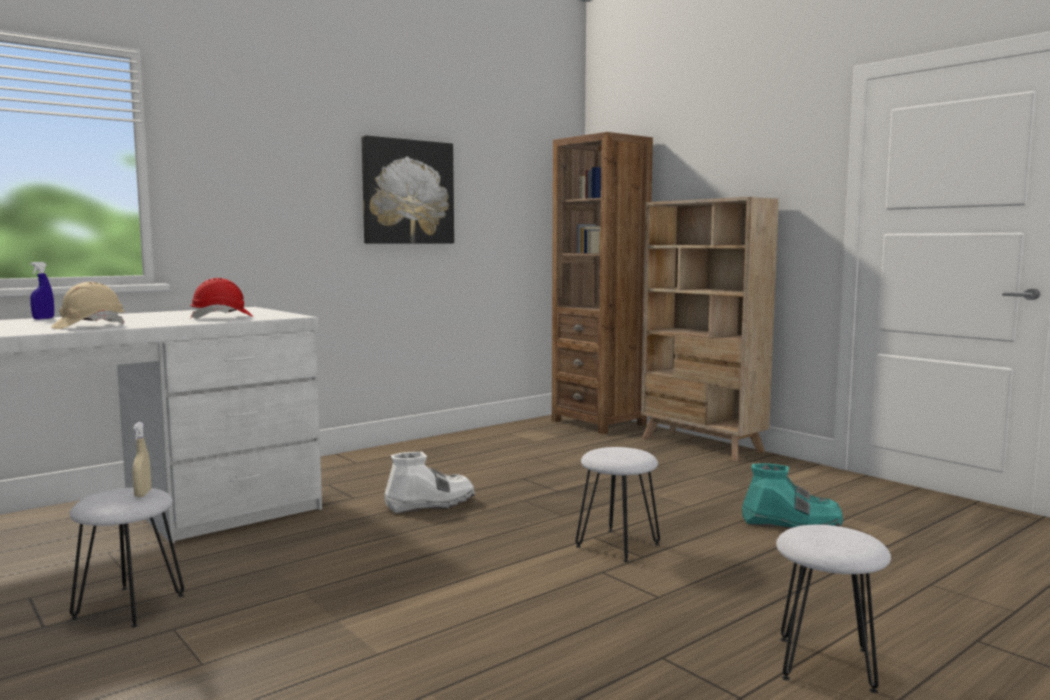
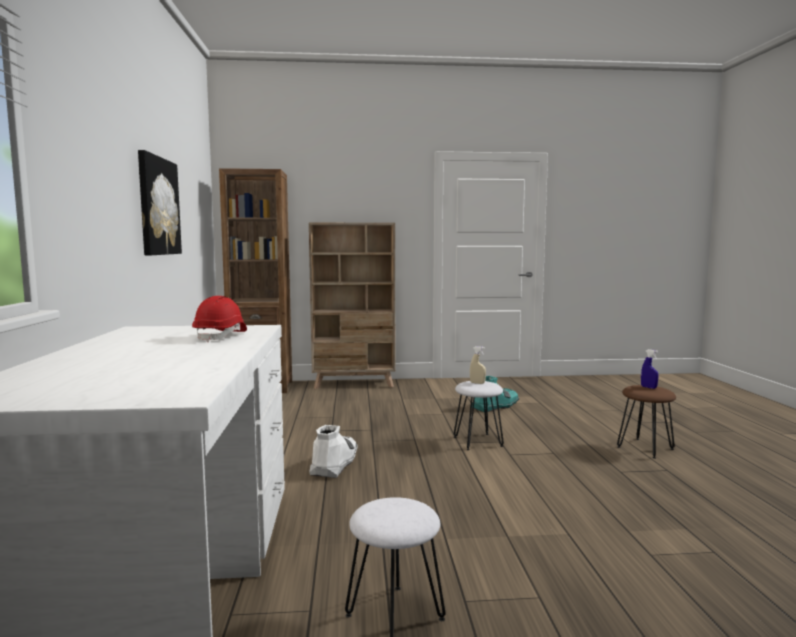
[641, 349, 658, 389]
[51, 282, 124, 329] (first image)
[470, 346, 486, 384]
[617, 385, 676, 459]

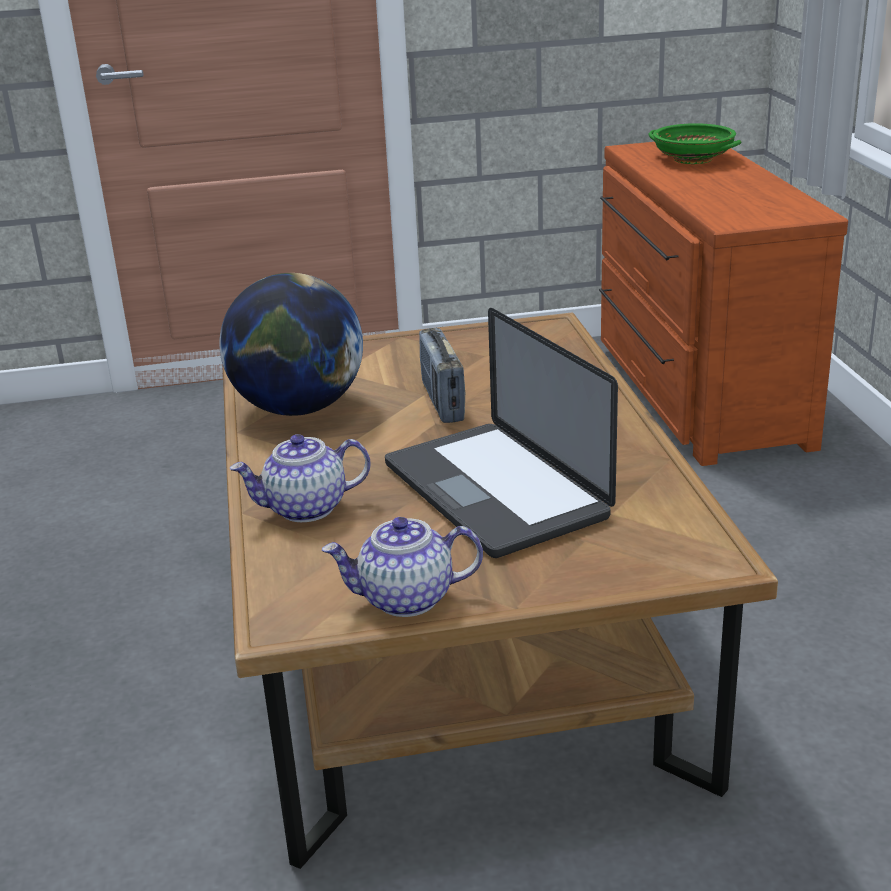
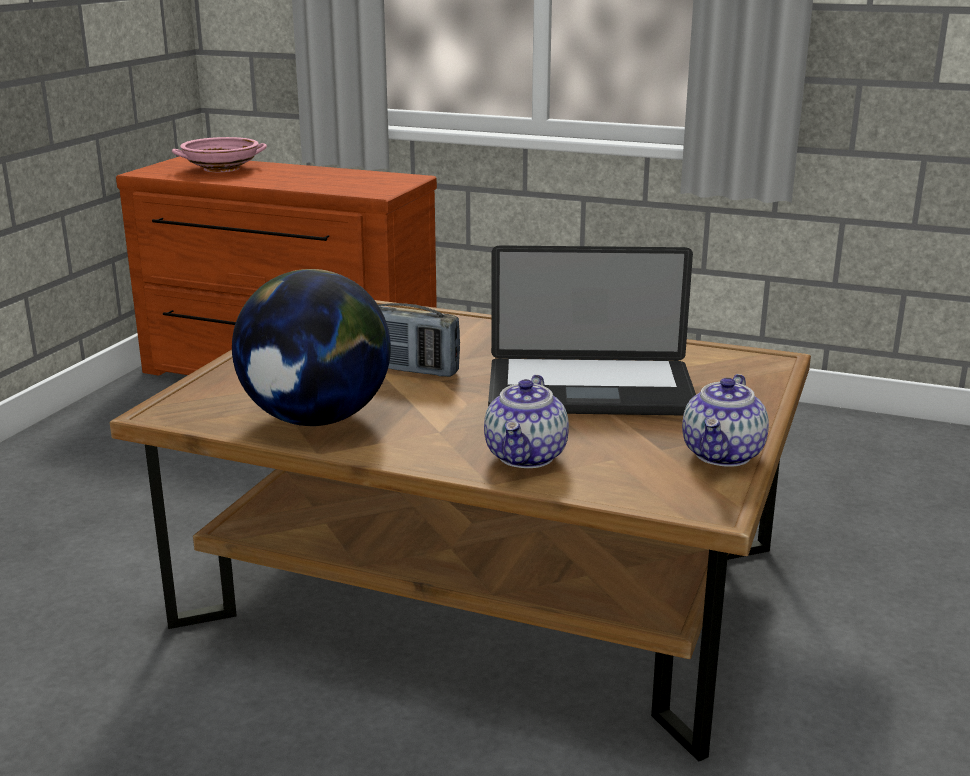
[172, 137, 267, 172]

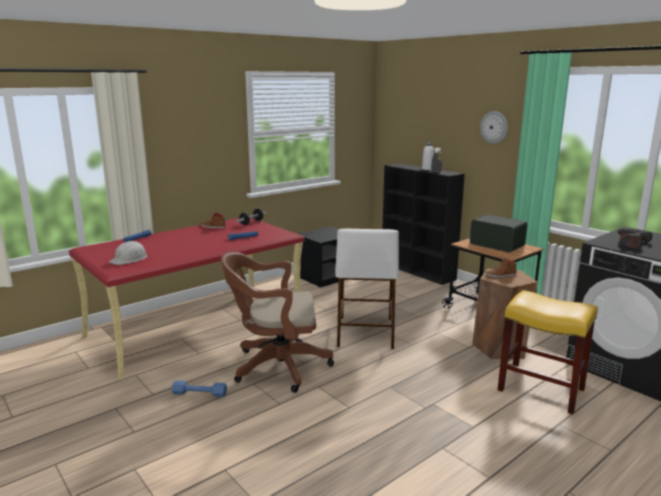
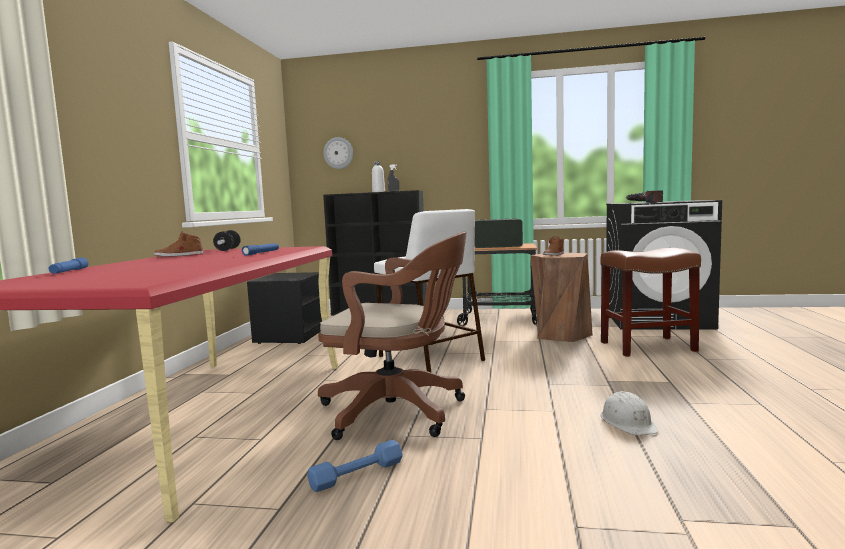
[323, 137, 353, 169]
[601, 391, 658, 435]
[318, 232, 467, 440]
[600, 248, 701, 357]

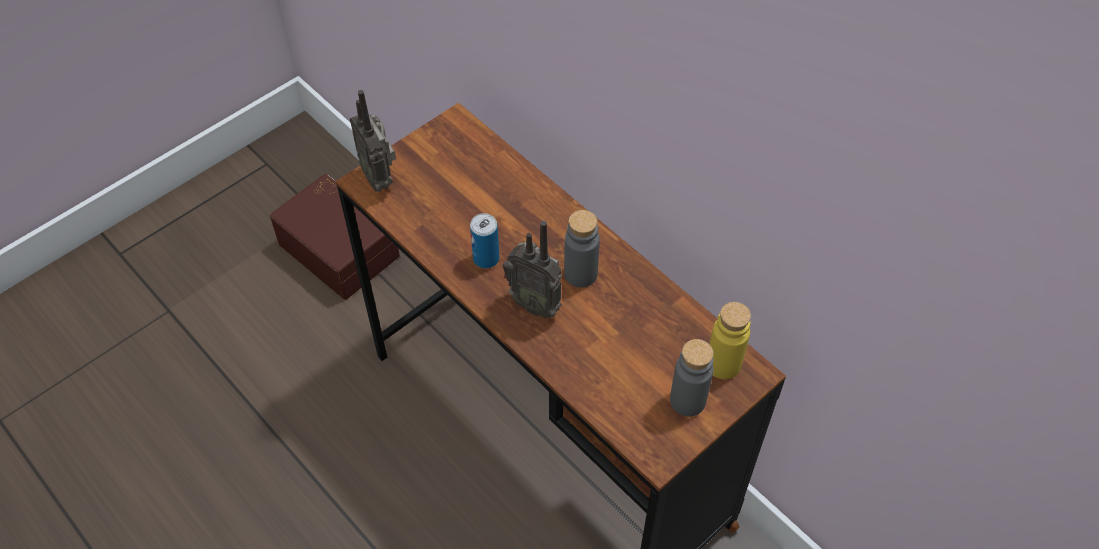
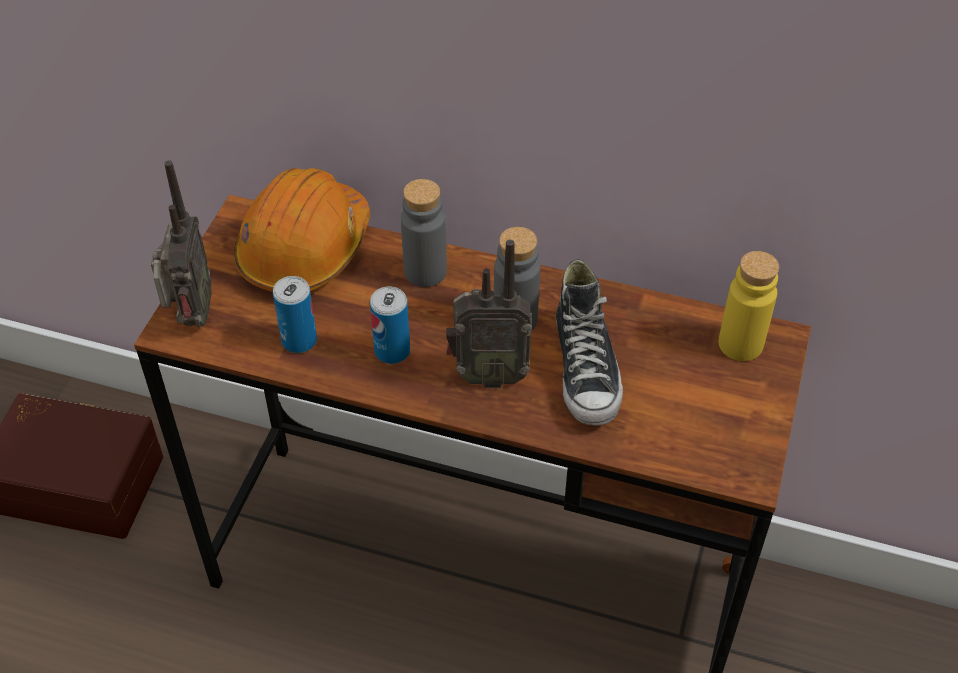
[151, 161, 211, 327]
[401, 179, 447, 287]
[234, 168, 370, 292]
[556, 259, 623, 426]
[273, 276, 317, 353]

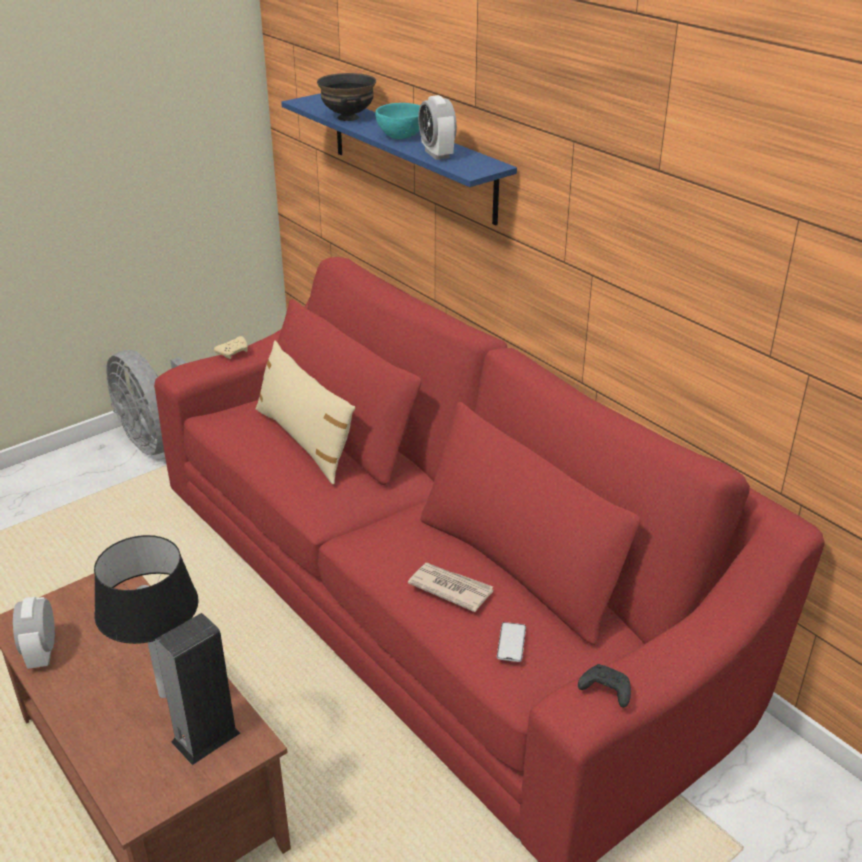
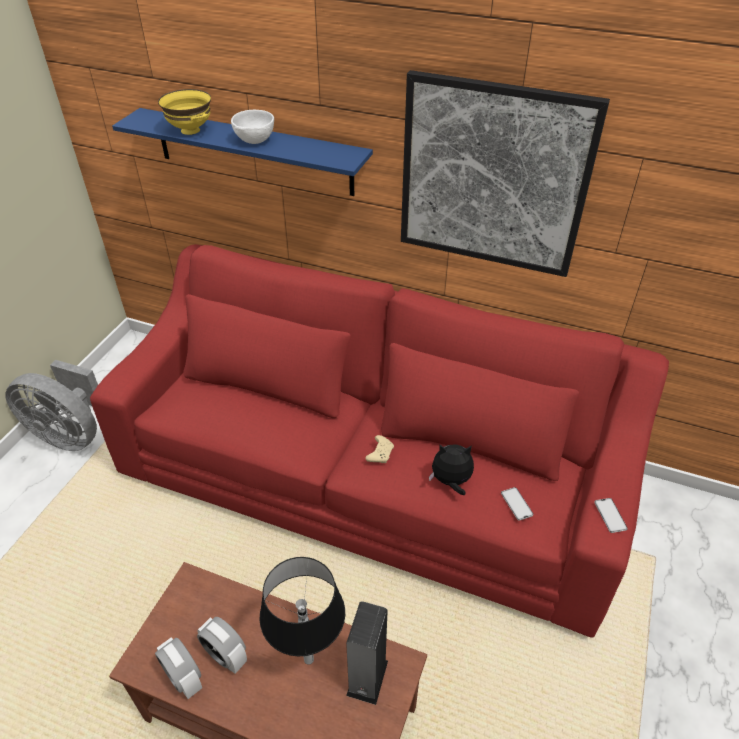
[158, 89, 211, 135]
[197, 617, 247, 674]
[231, 110, 274, 144]
[365, 435, 394, 463]
[256, 340, 355, 484] (first image)
[429, 444, 474, 495]
[594, 498, 628, 533]
[401, 70, 610, 277]

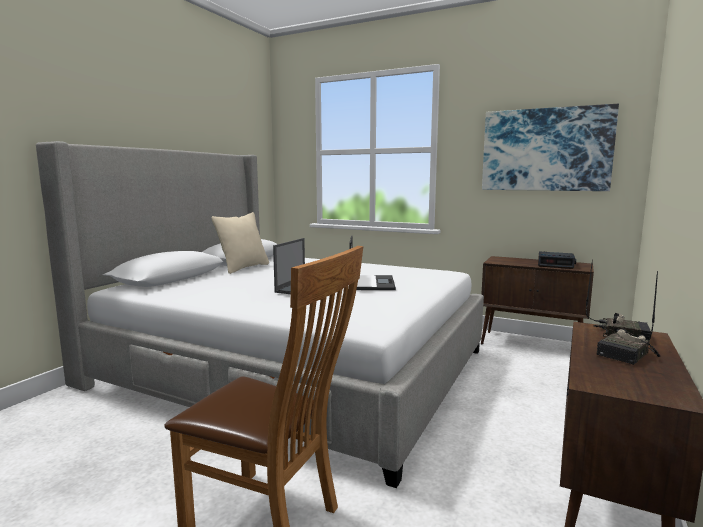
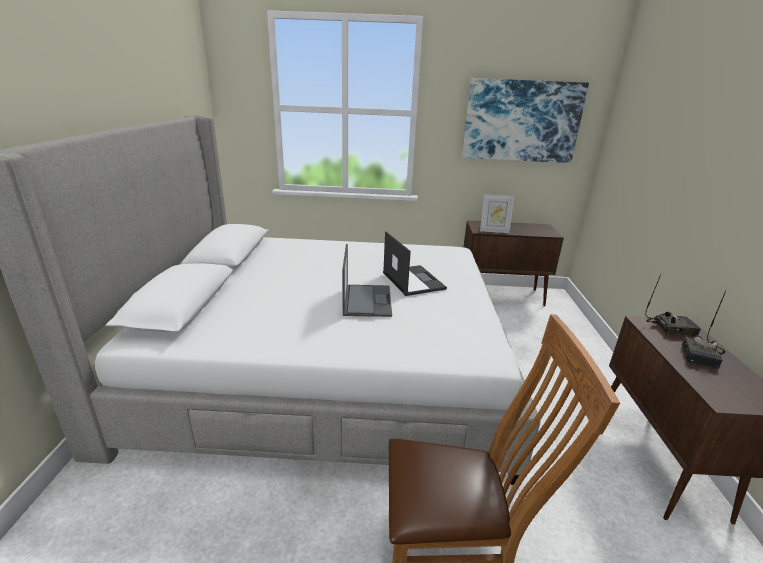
[211, 212, 269, 274] (first image)
[538, 251, 576, 269] (first image)
[480, 194, 514, 233]

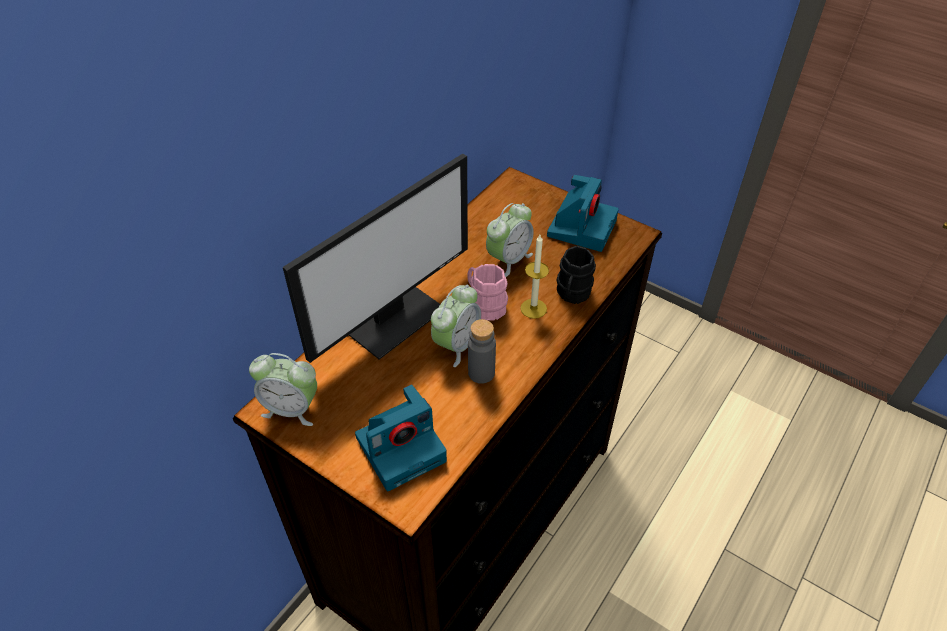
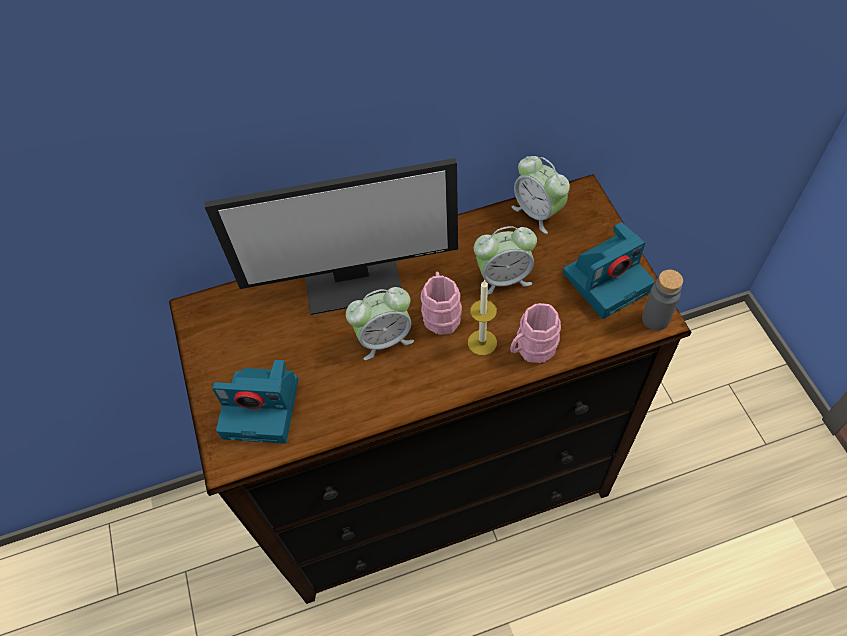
[510, 303, 561, 363]
[642, 270, 683, 331]
[512, 156, 570, 234]

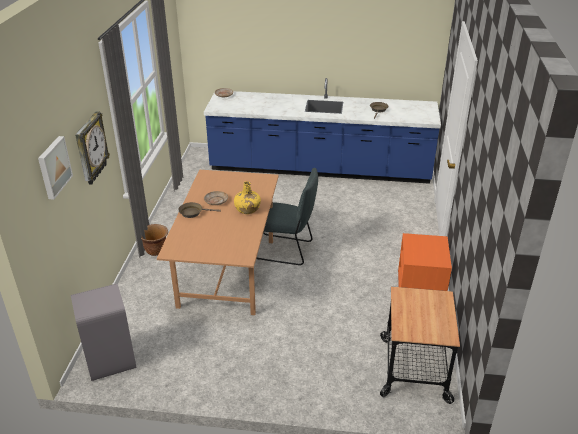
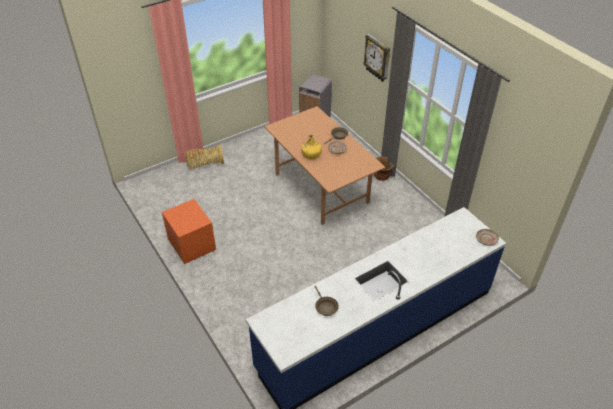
[38, 136, 73, 200] (first image)
[256, 168, 318, 265] (first image)
[380, 287, 460, 404] (first image)
[186, 145, 224, 169]

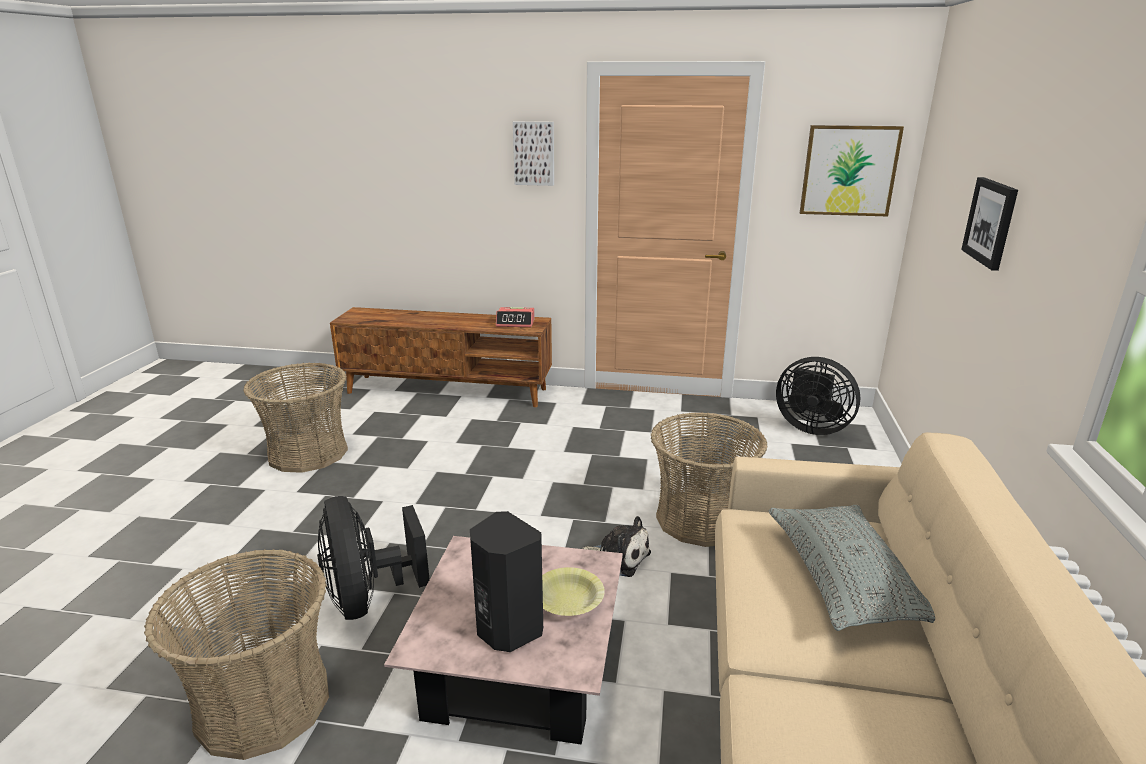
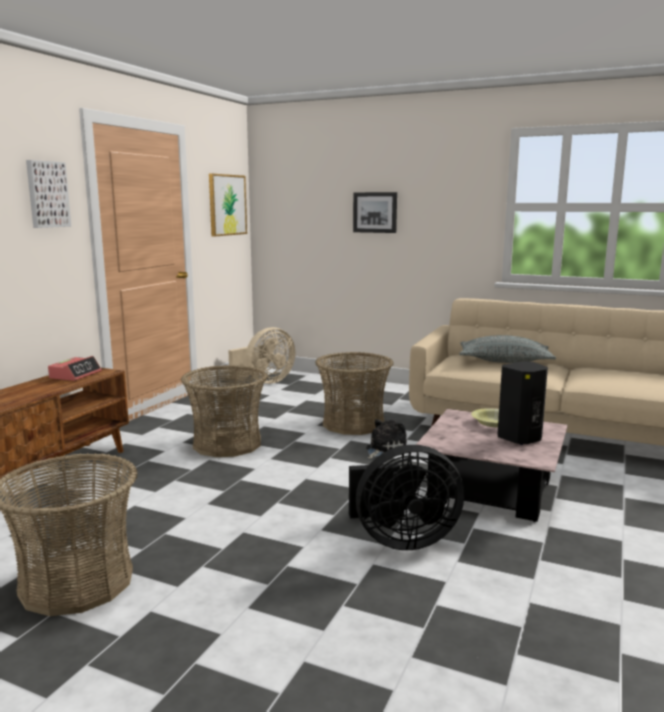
[228, 327, 295, 384]
[181, 365, 268, 457]

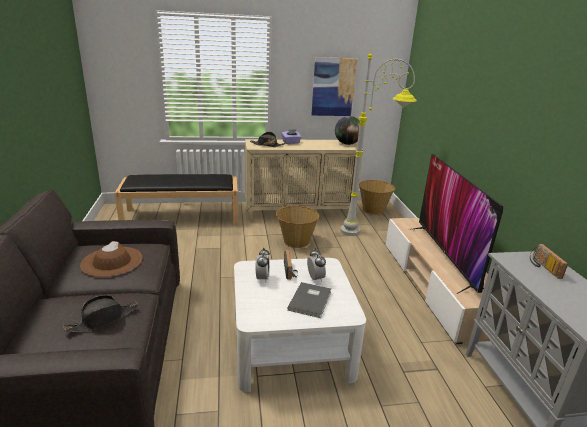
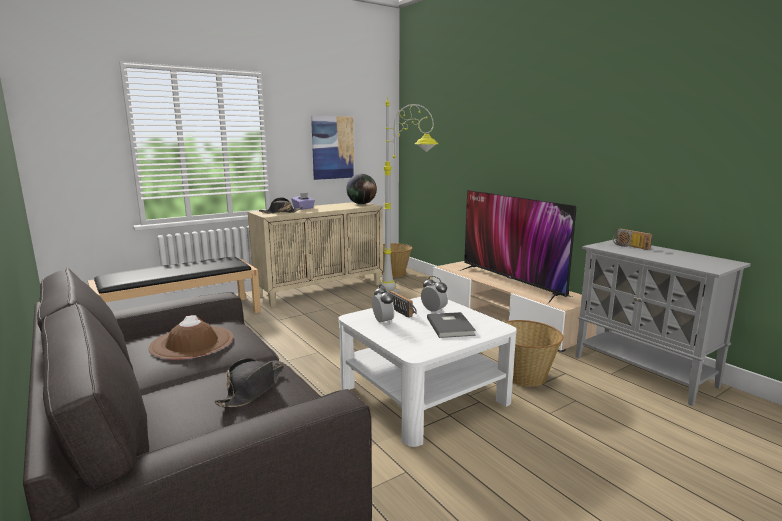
[504, 320, 563, 387]

